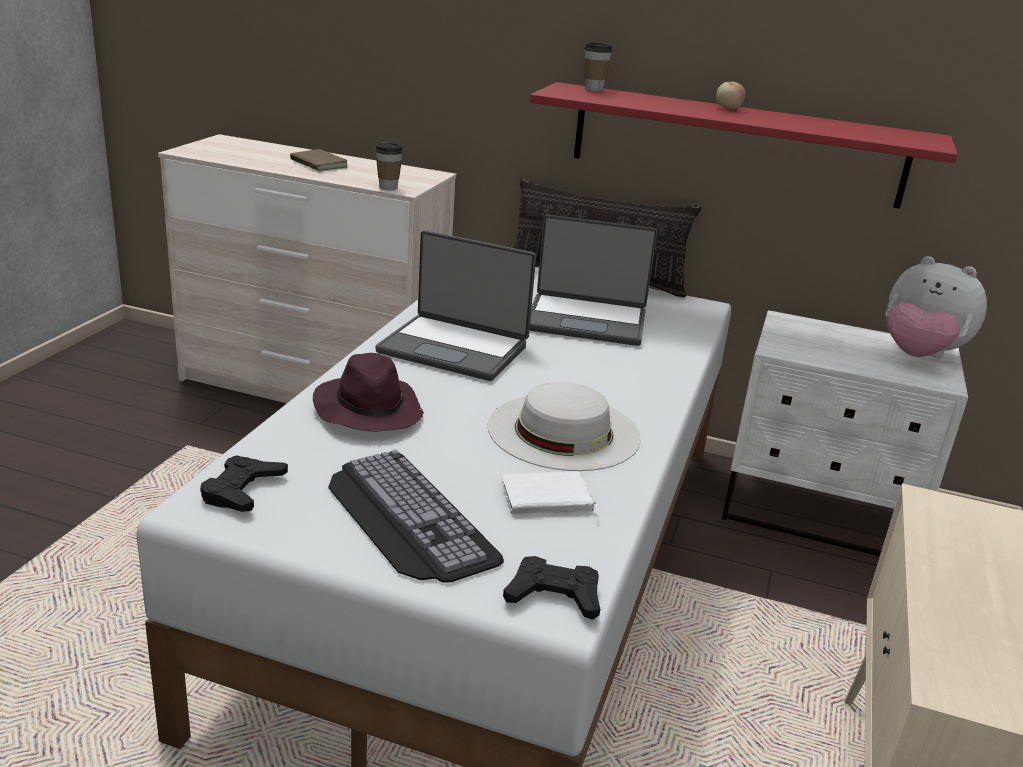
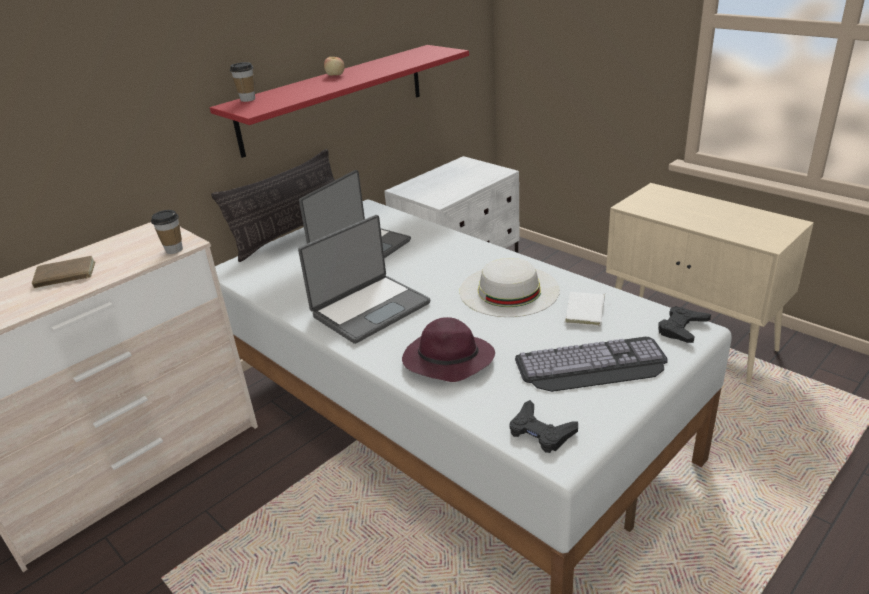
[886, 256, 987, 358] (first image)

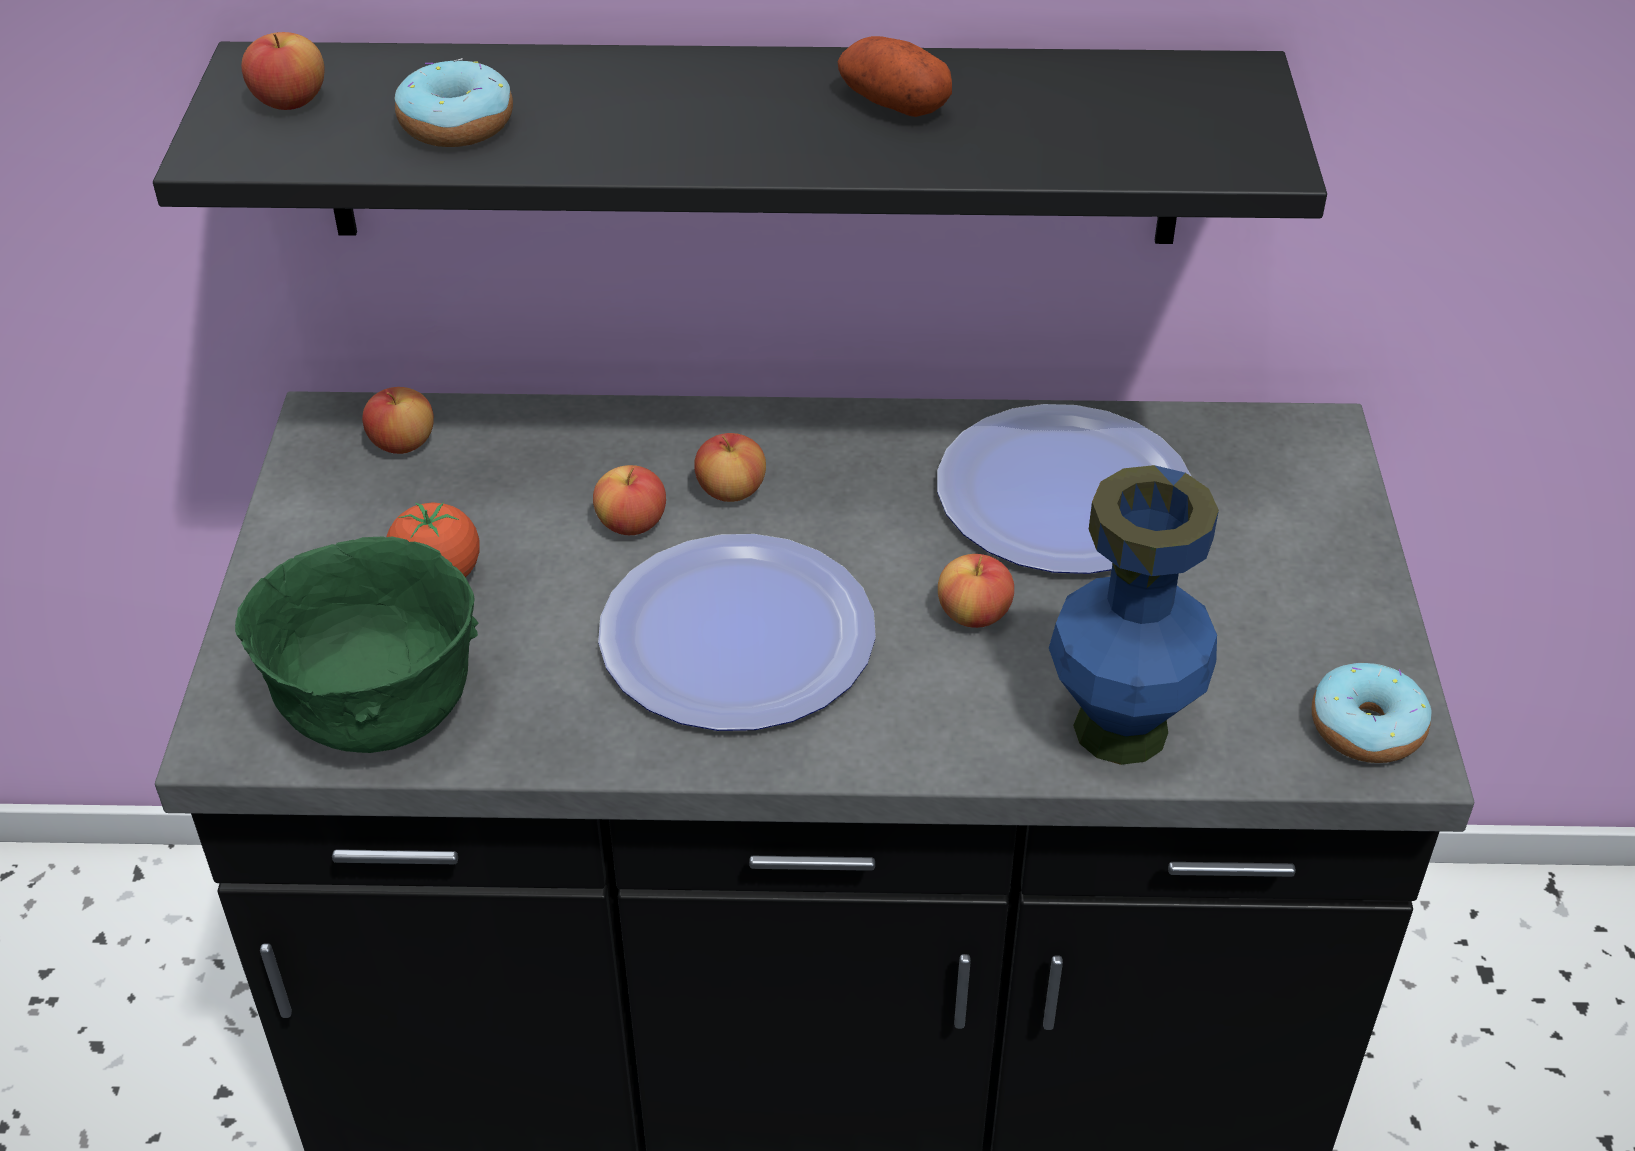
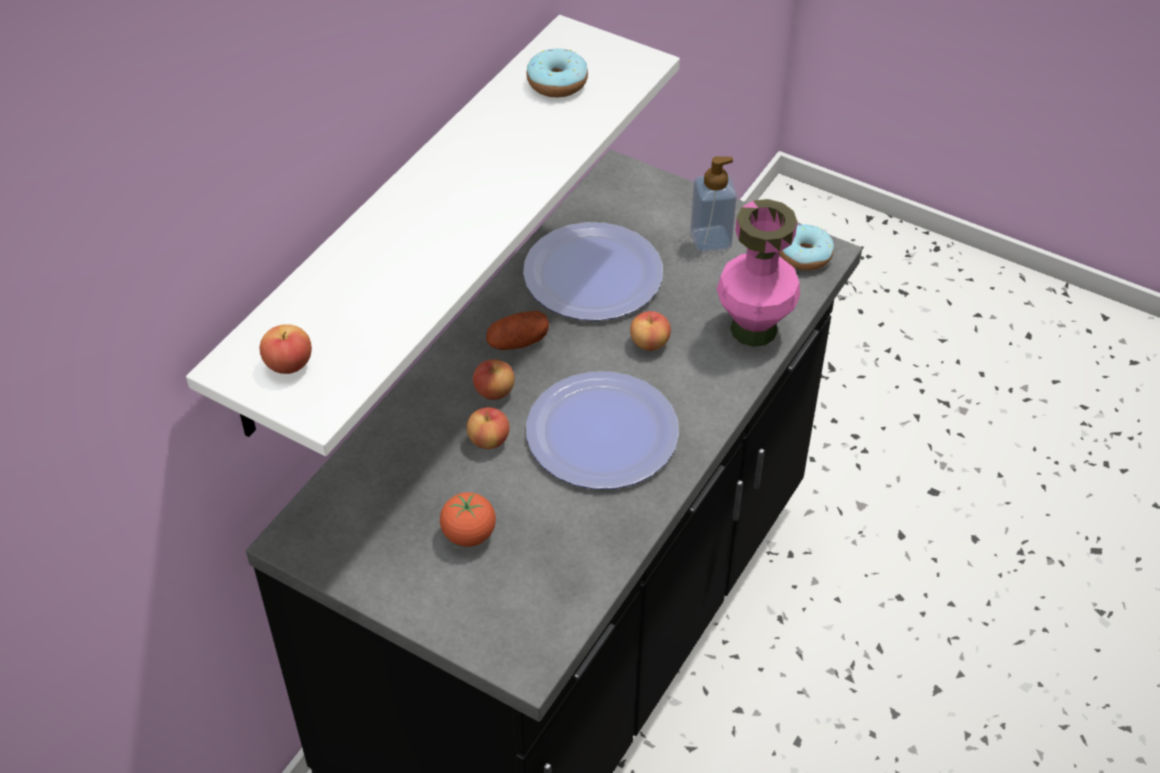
[486, 311, 549, 350]
[186, 15, 680, 456]
[526, 48, 588, 97]
[362, 387, 434, 454] (first image)
[717, 199, 800, 347]
[235, 536, 479, 753] (first image)
[690, 156, 737, 252]

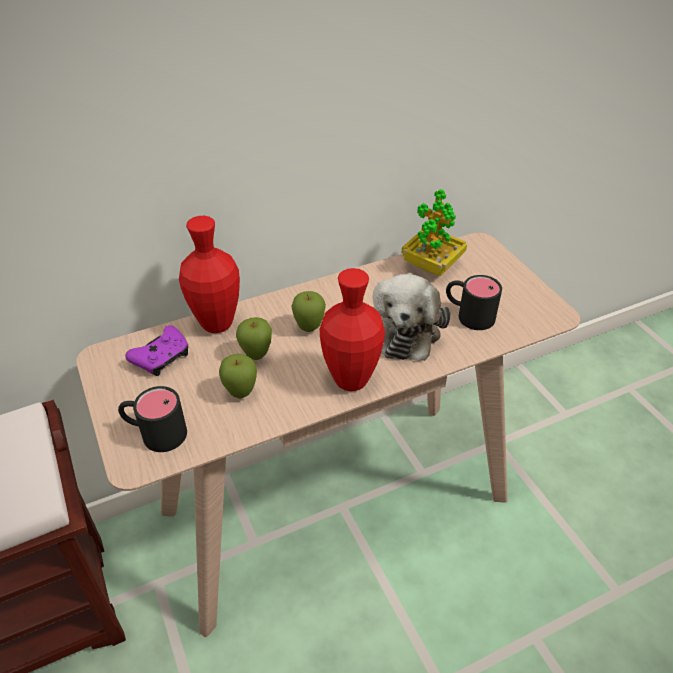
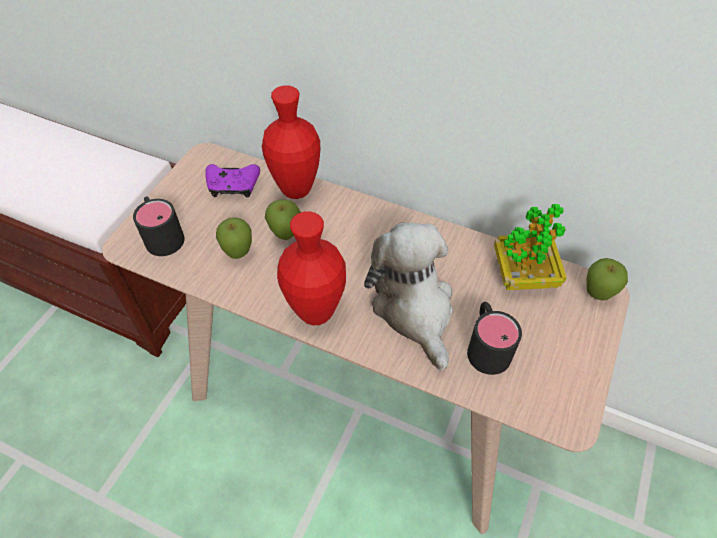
[364, 223, 453, 371]
[586, 258, 628, 301]

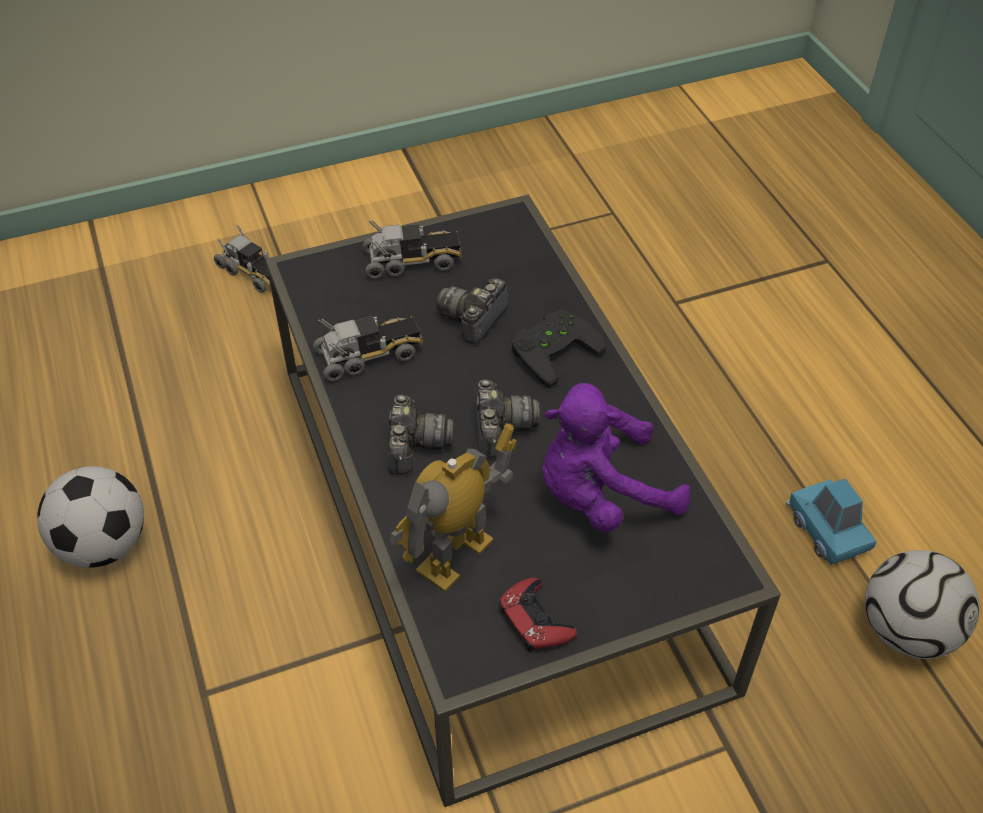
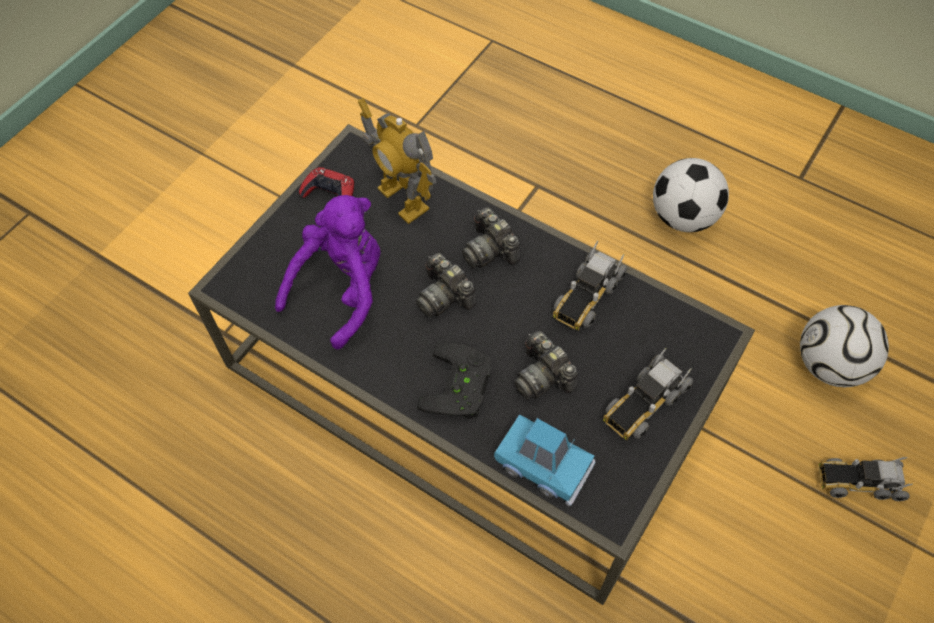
[514, 331, 578, 400]
[358, 98, 436, 224]
[494, 414, 595, 506]
[800, 305, 889, 387]

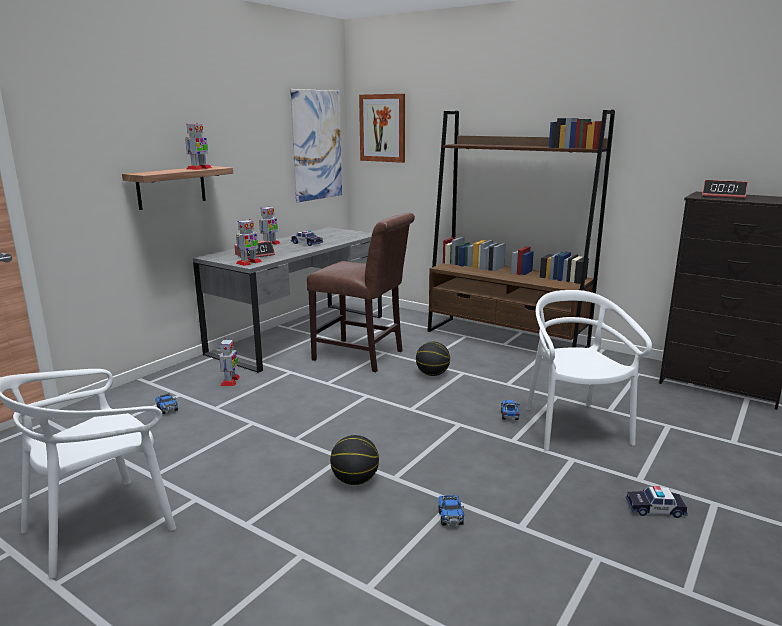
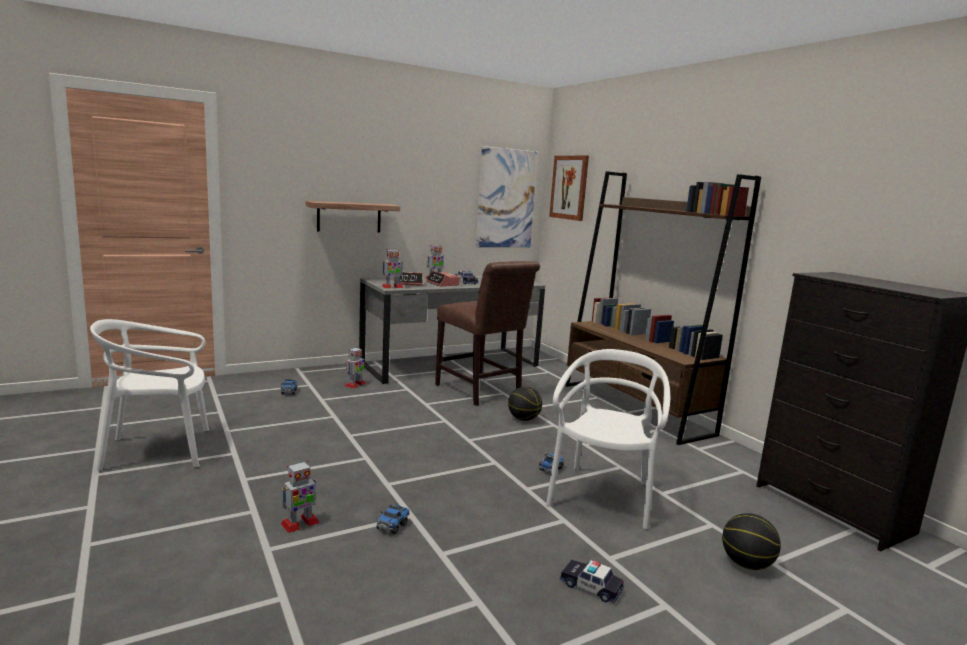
[280, 460, 320, 533]
[426, 271, 460, 286]
[722, 513, 781, 570]

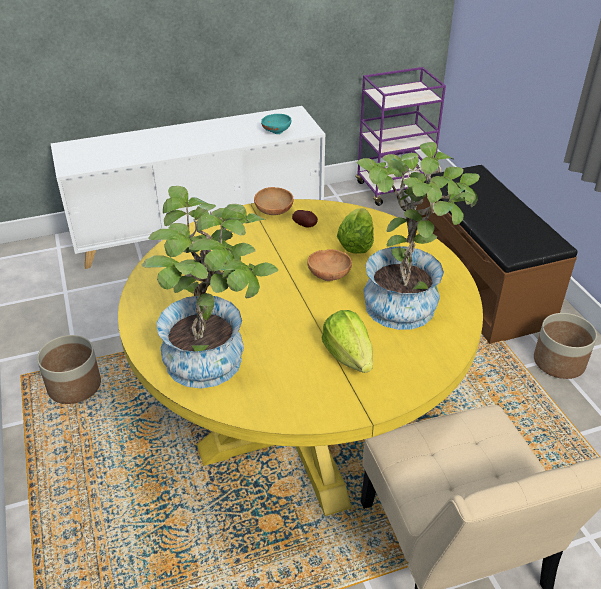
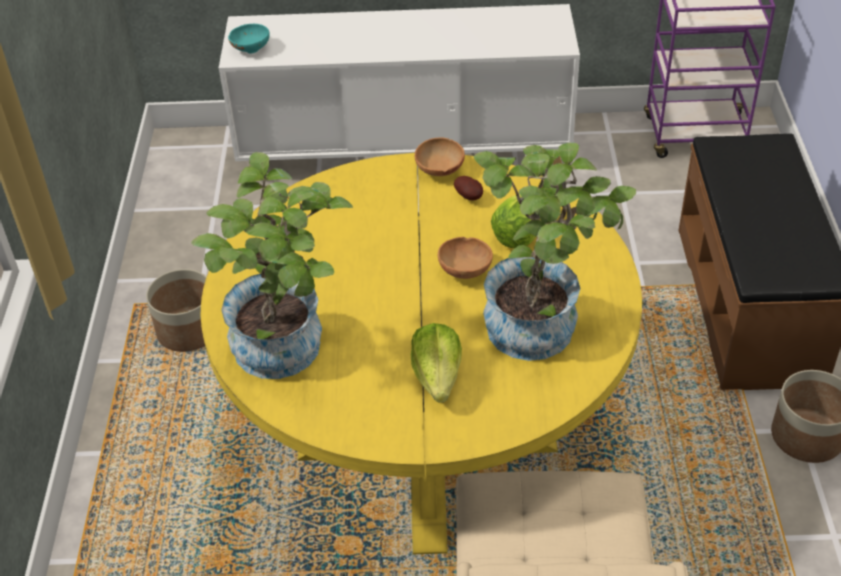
[228, 24, 270, 53]

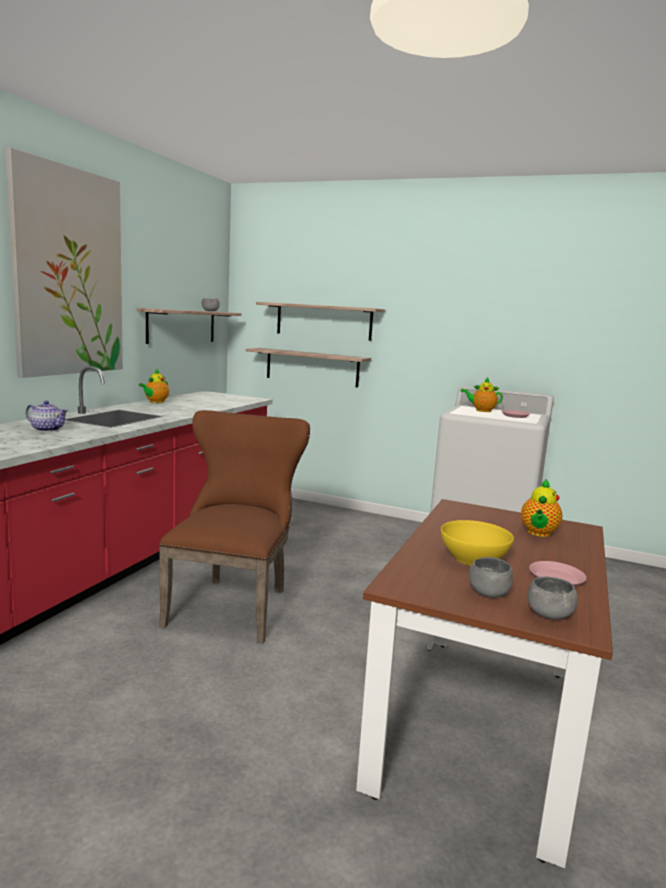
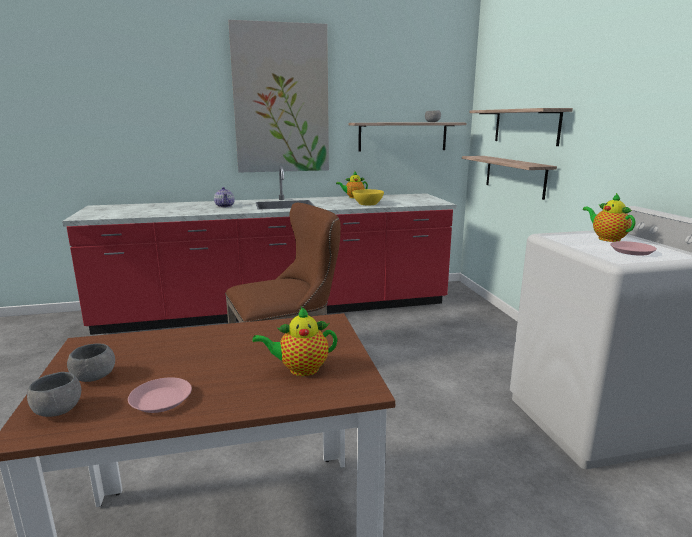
[352, 189, 384, 205]

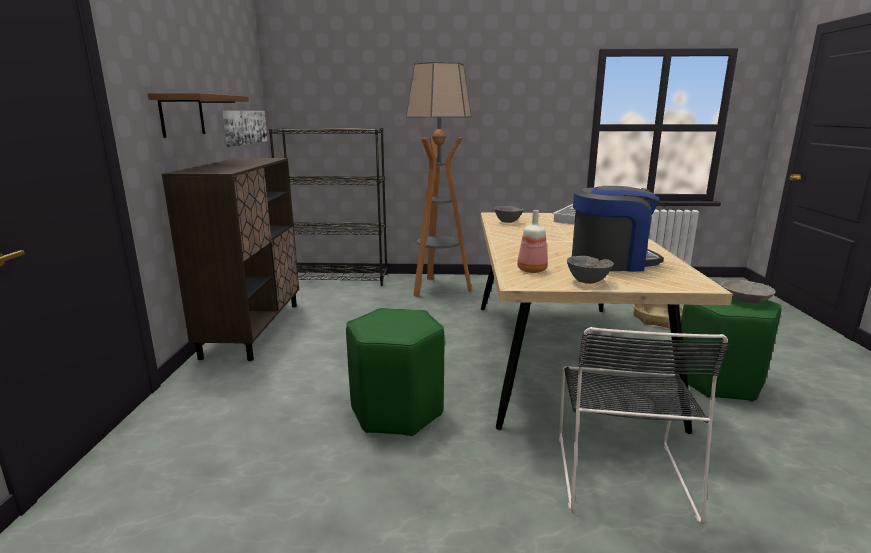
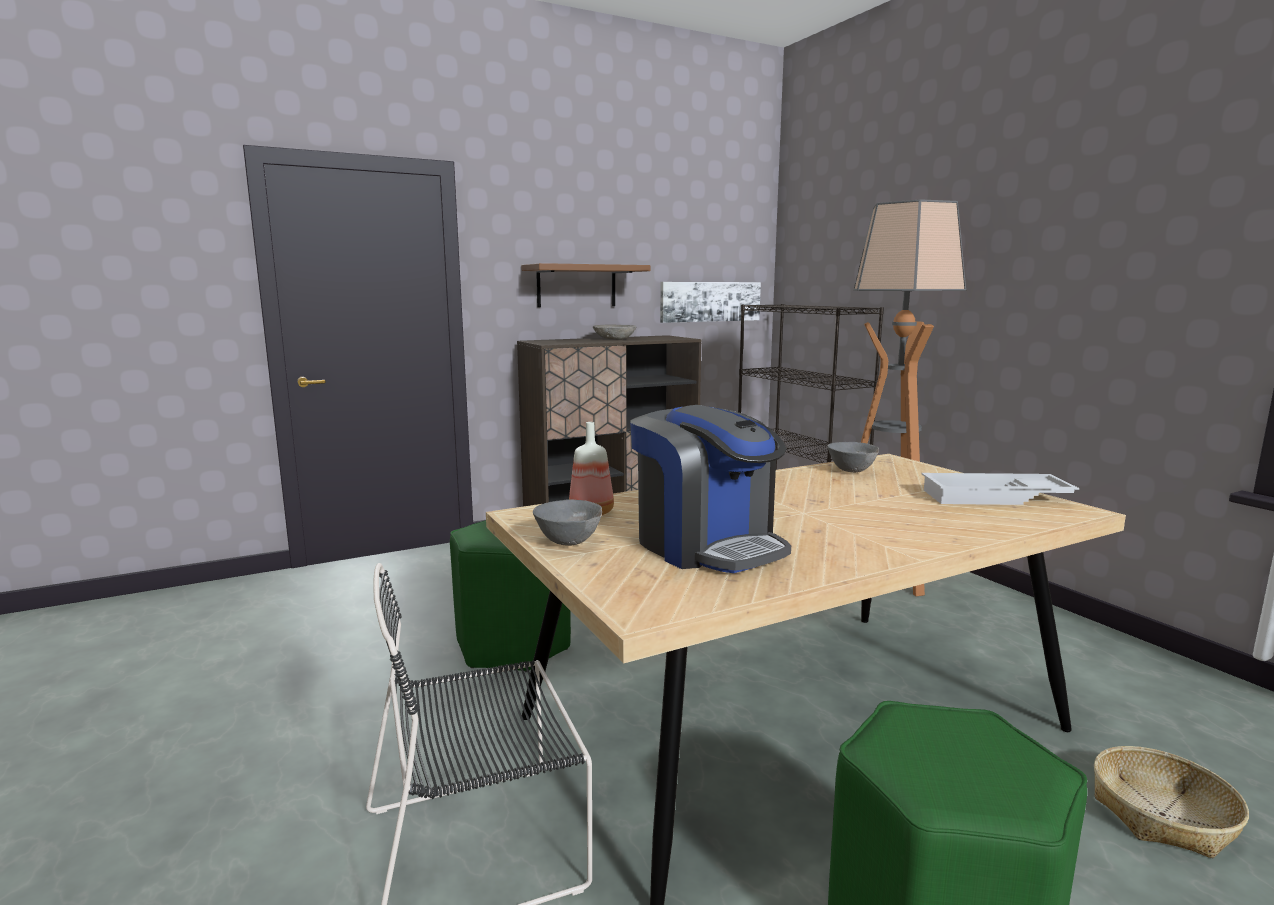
[593, 324, 637, 340]

